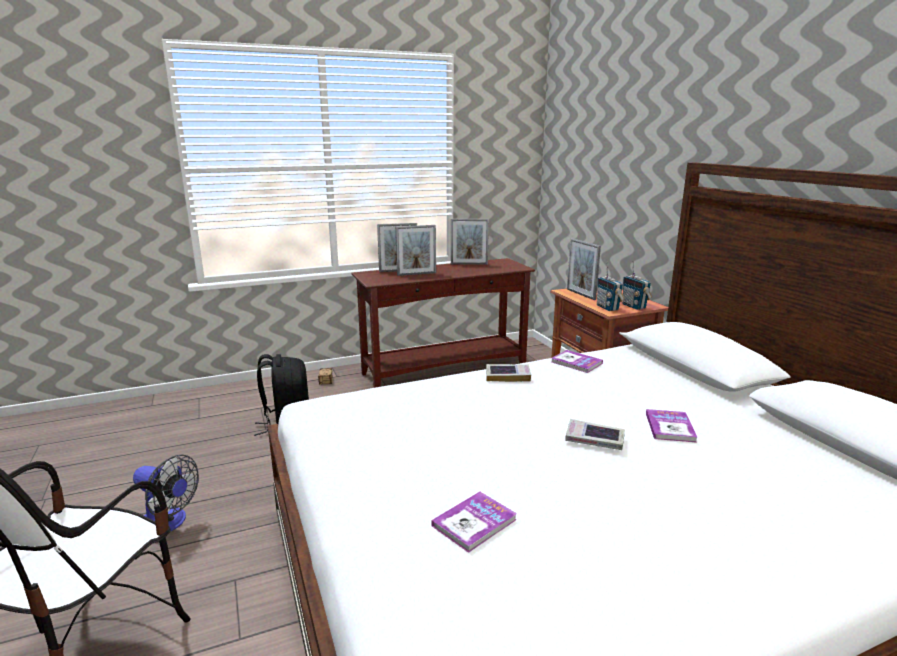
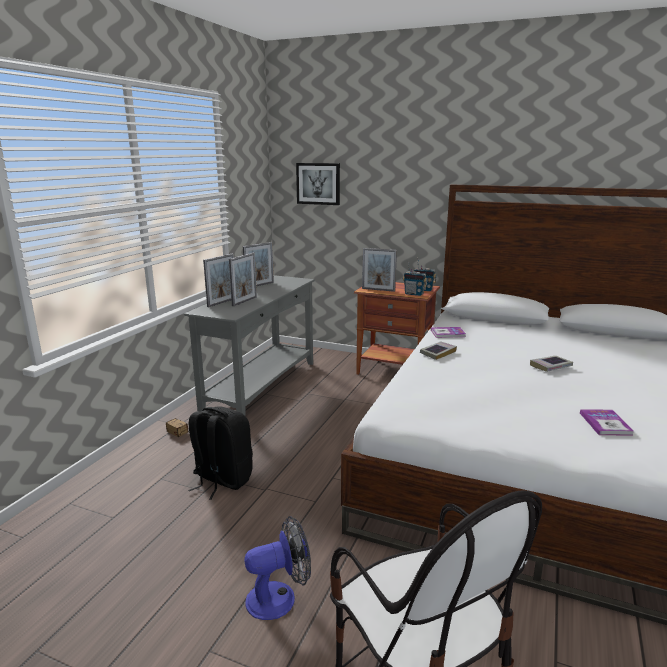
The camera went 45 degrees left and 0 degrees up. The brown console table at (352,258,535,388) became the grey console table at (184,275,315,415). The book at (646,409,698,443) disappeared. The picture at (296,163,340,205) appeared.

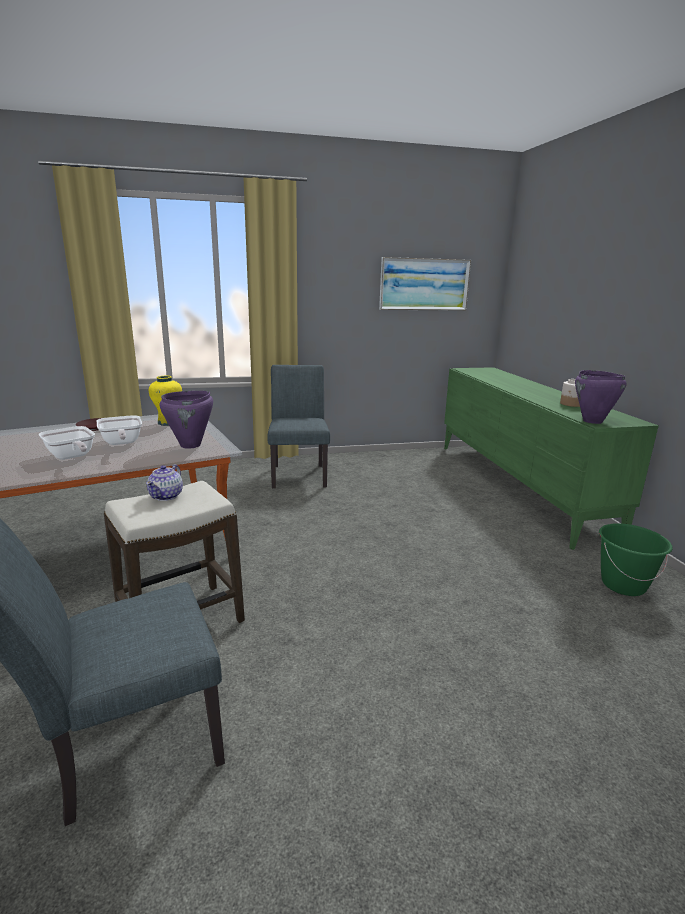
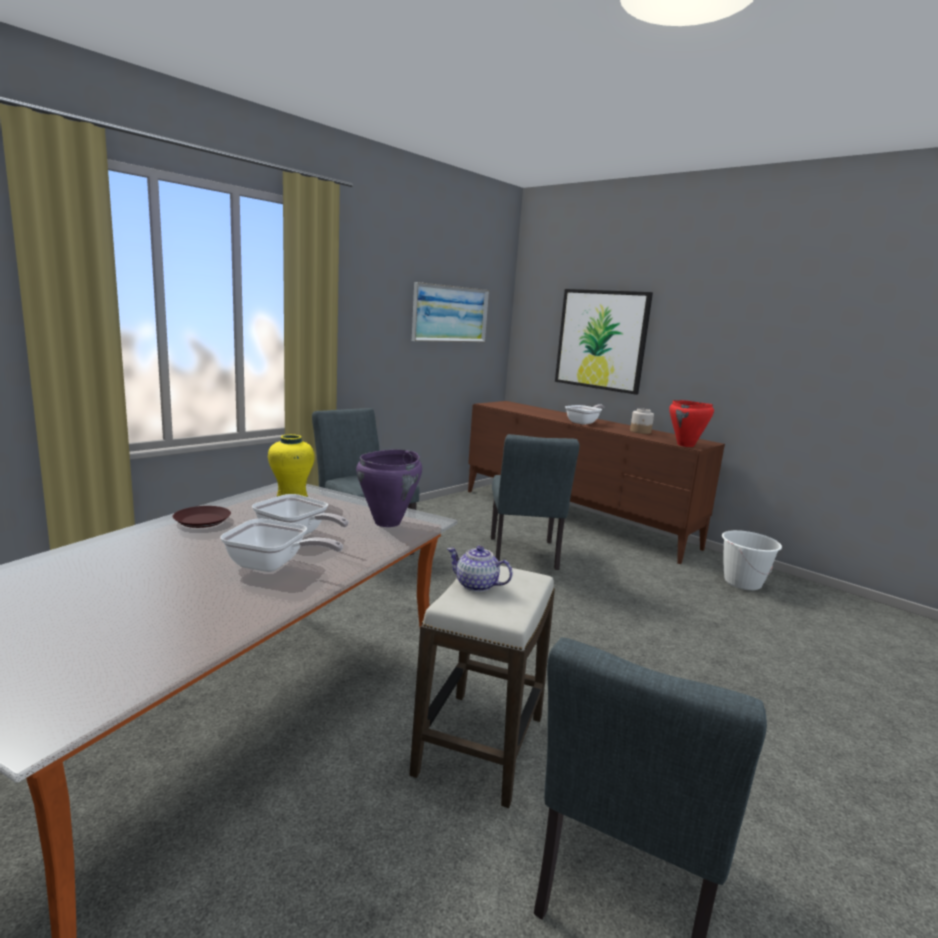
The camera went 35 degrees left and 5 degrees down. The green cabinet at (444,367,659,550) became the brown cabinet at (468,401,725,564). The purple cooking pot at (575,370,627,424) became the red cooking pot at (669,400,714,447). The teapot at (146,464,183,501) turned 135 degrees clockwise. The green bucket at (599,523,673,596) became the white bucket at (722,530,782,591). The picture at (555,289,653,395) appeared. The frying pan at (565,404,605,425) appeared. The grey chair at (491,434,580,570) appeared.

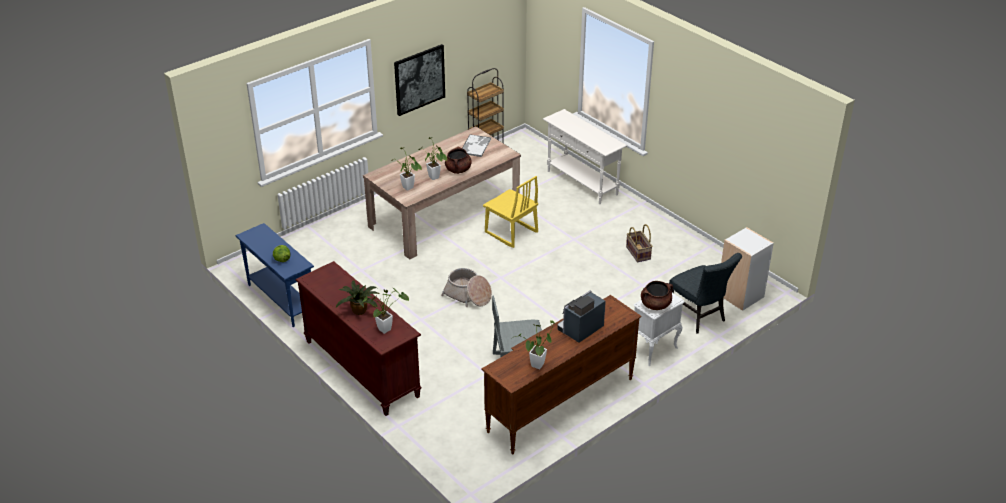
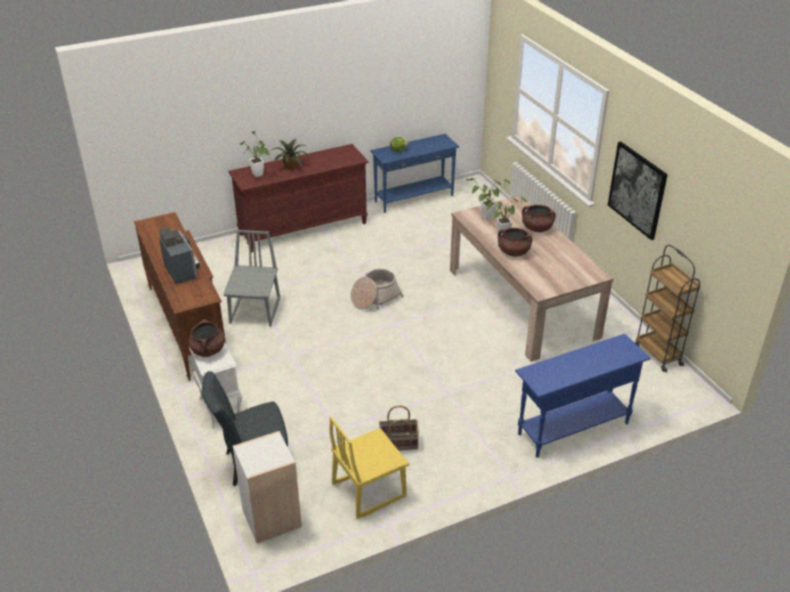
The camera went 105 degrees right and 0 degrees up. The white console table at (543,109,627,204) became the blue console table at (515,334,651,458). The tray at (462,135,491,157) disappeared. The yellow chair moved from (483,176,538,248) to (329,416,410,519). The potted plant at (511,320,555,369) disappeared. The brown cooking pot at (522,205,556,232) appeared.

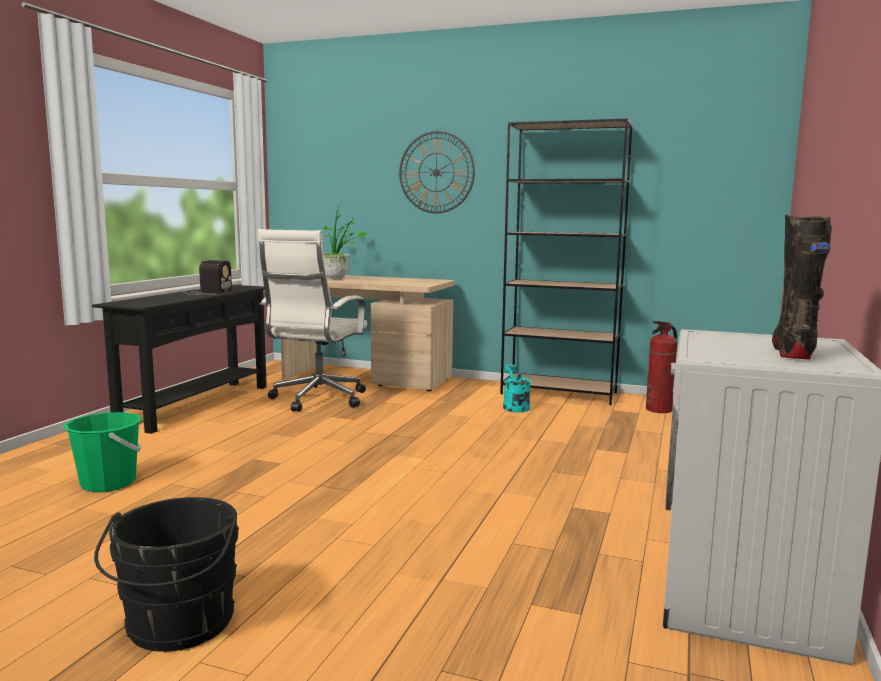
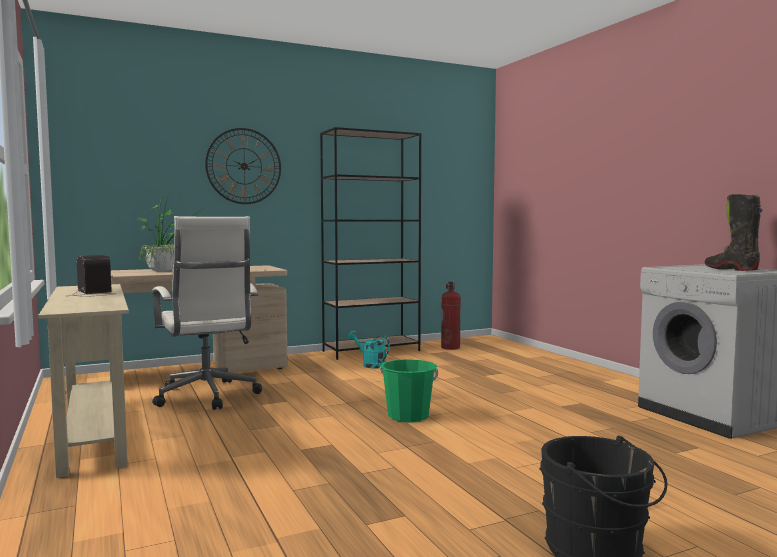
The camera went 45 degrees left and 5 degrees down. The black console table at (92,285,267,434) became the beige console table at (38,284,129,478). The green bucket moved from (63,412,142,492) to (380,359,438,423).

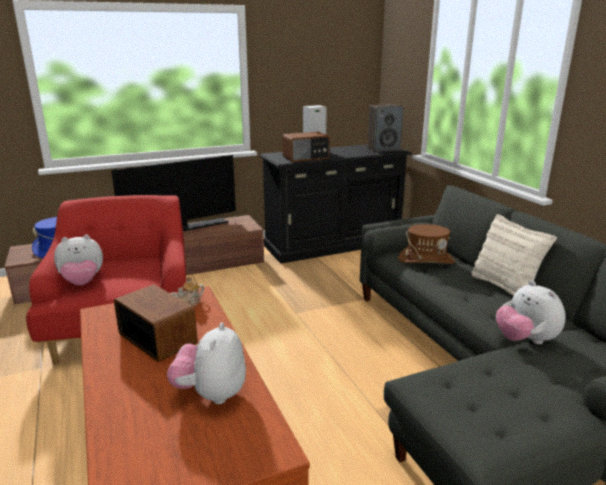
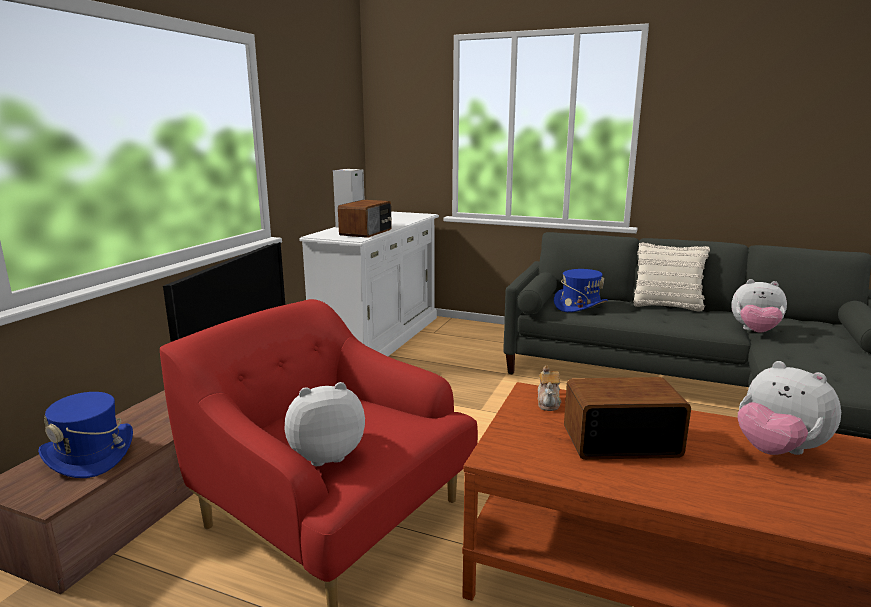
The camera went 45 degrees left and 5 degrees down. The speaker at (368,104,403,152) disappeared. The black cabinet at (260,144,412,264) became the white cabinet at (299,212,439,356). The brown hat at (398,224,455,264) became the blue hat at (554,269,608,312). The plush toy at (54,235,103,285) turned 135 degrees counterclockwise.

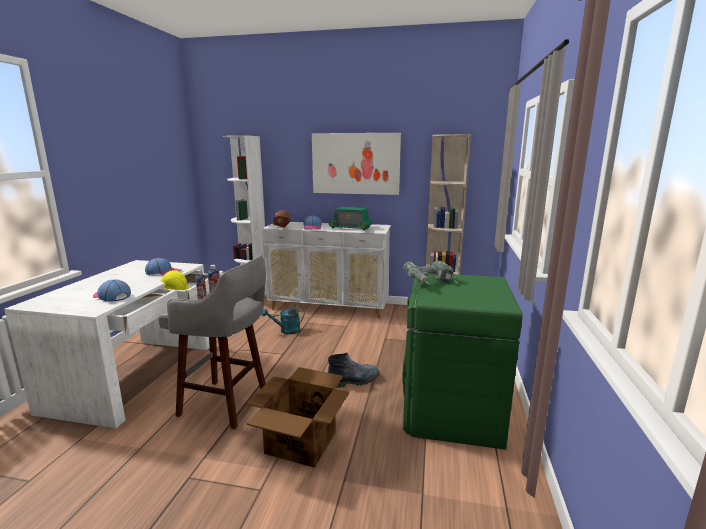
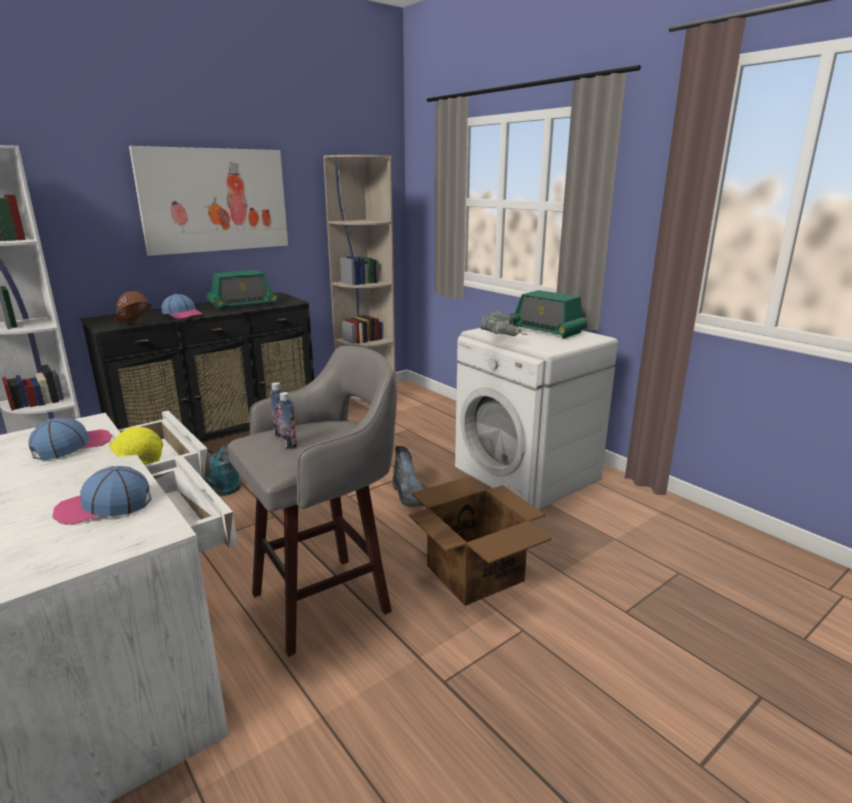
The camera went 50 degrees left and 5 degrees up. The white cabinet at (262,222,391,318) became the black cabinet at (79,292,314,443). The green washing machine at (402,274,523,450) became the white washing machine at (455,327,618,510). The boot at (328,353,380,388) turned 135 degrees clockwise. The radio at (509,290,588,338) appeared.

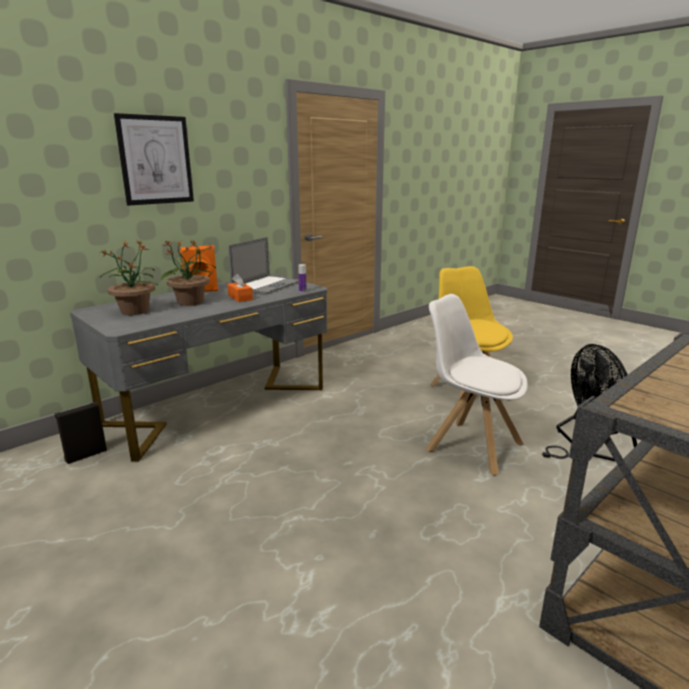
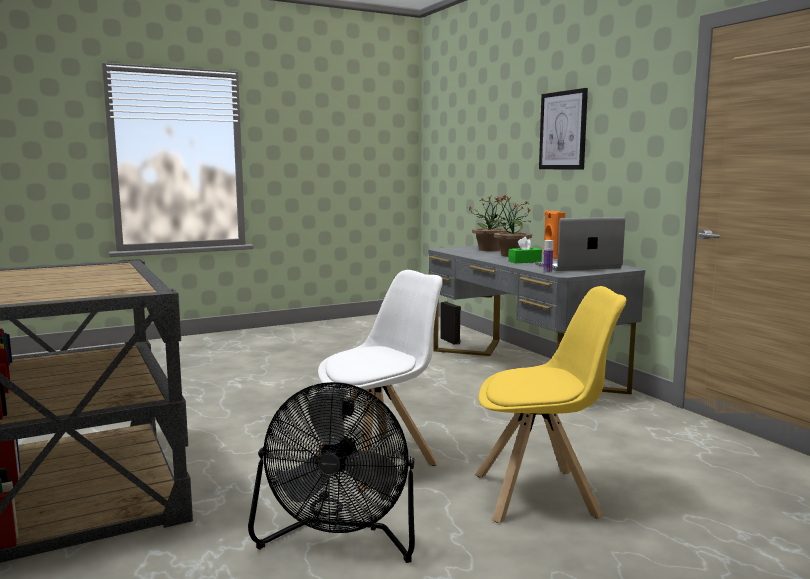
The camera went 105 degrees right and 10 degrees down. The laptop at (228,237,299,295) turned 120 degrees clockwise. The orange tissue box at (227,274,253,302) became the green tissue box at (508,237,542,263).

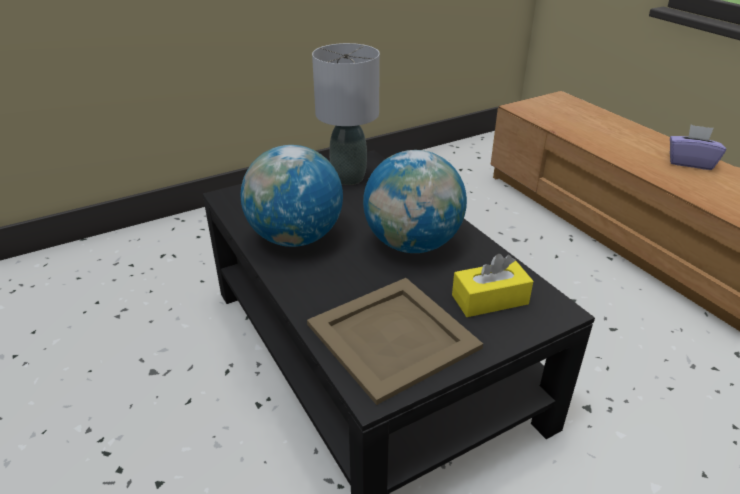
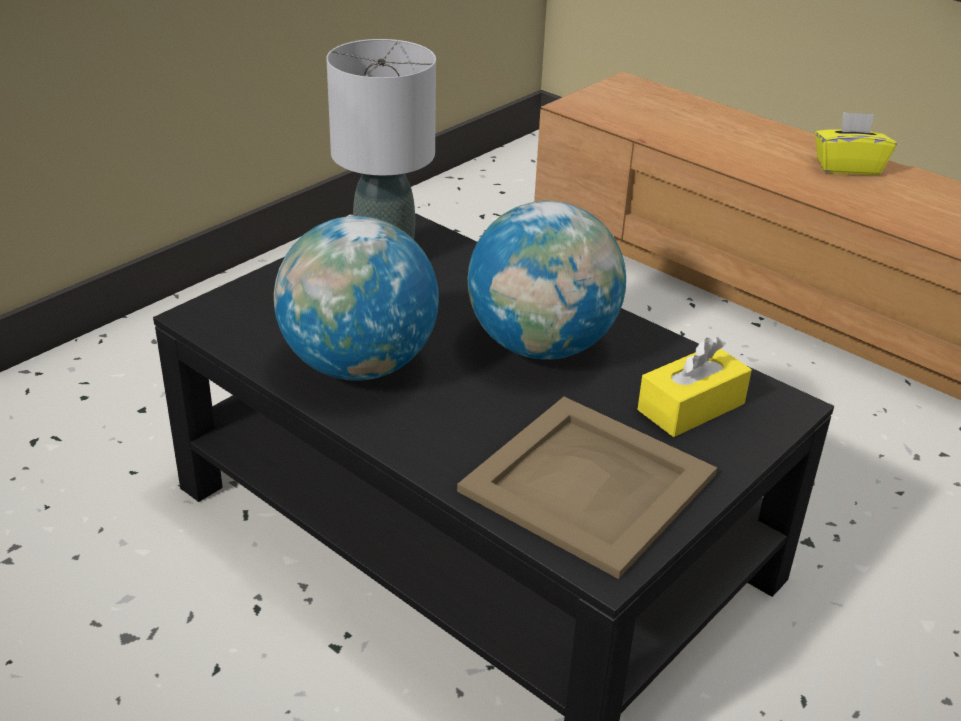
The camera went 20 degrees left and 0 degrees up. The purple tissue box at (670,125,726,170) became the yellow tissue box at (815,112,897,175).

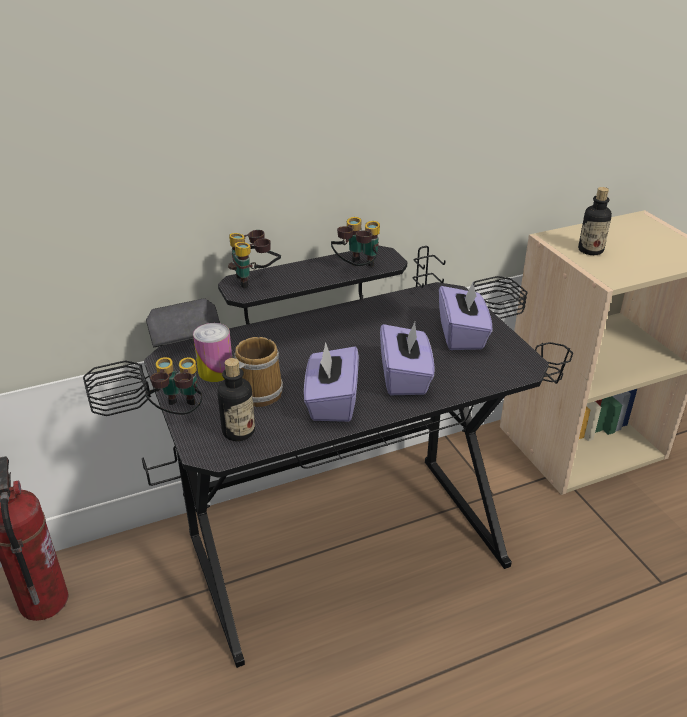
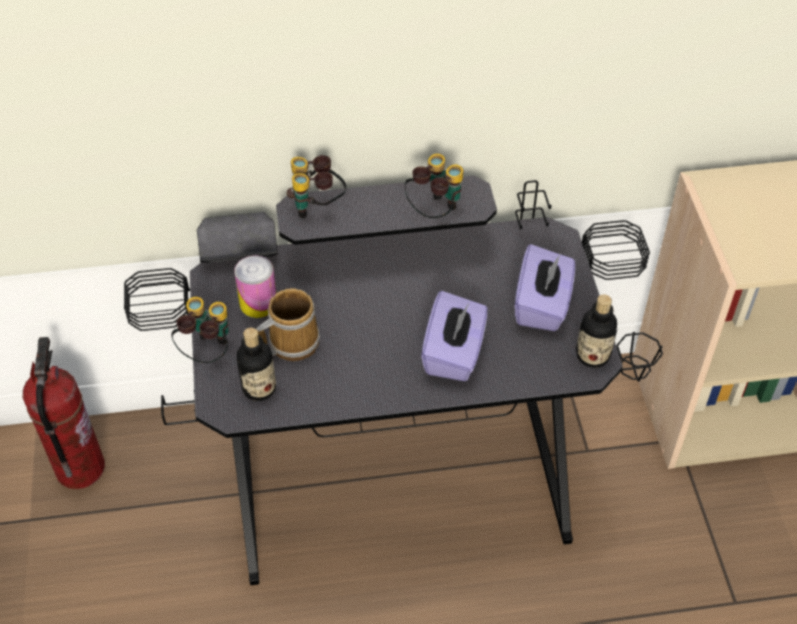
The camera went 15 degrees right and 15 degrees up. The bottle moved from (578,187,612,255) to (576,294,618,368). The purple tissue box at (304,342,359,422) disappeared.

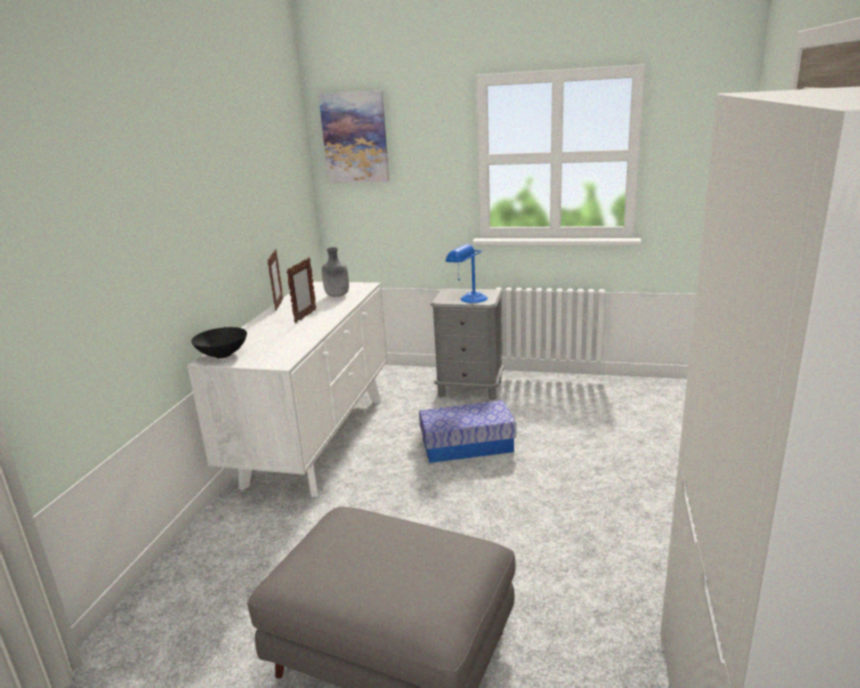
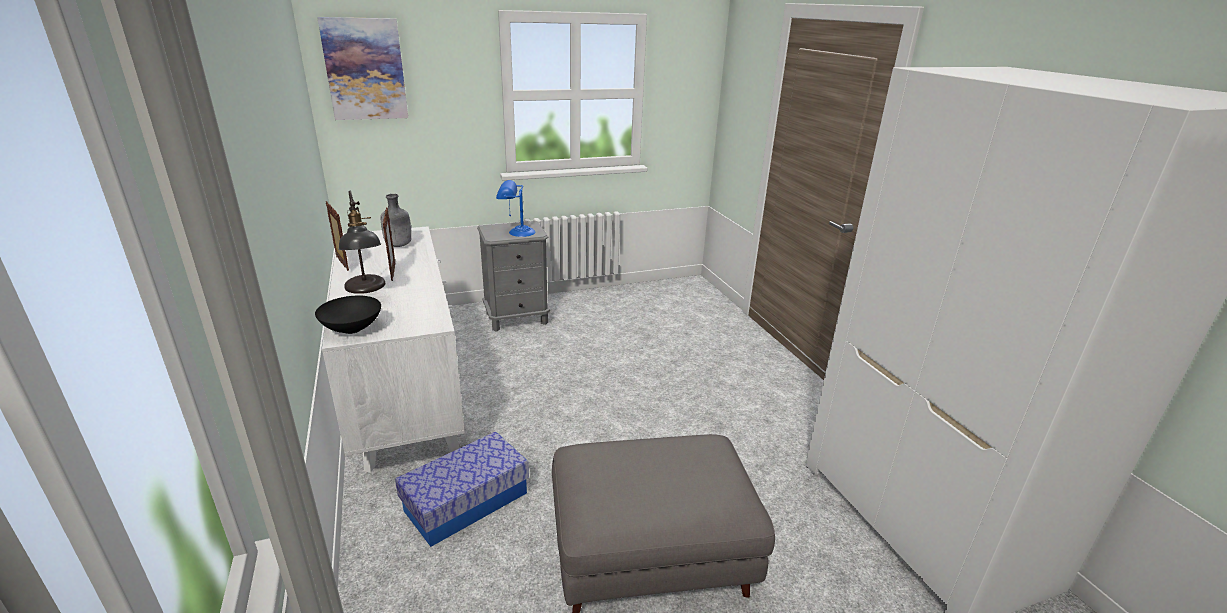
The camera went 35 degrees left and 5 degrees up. The storage box moved from (419,400,516,463) to (395,432,529,547). The grey table lamp at (339,191,385,294) appeared.

